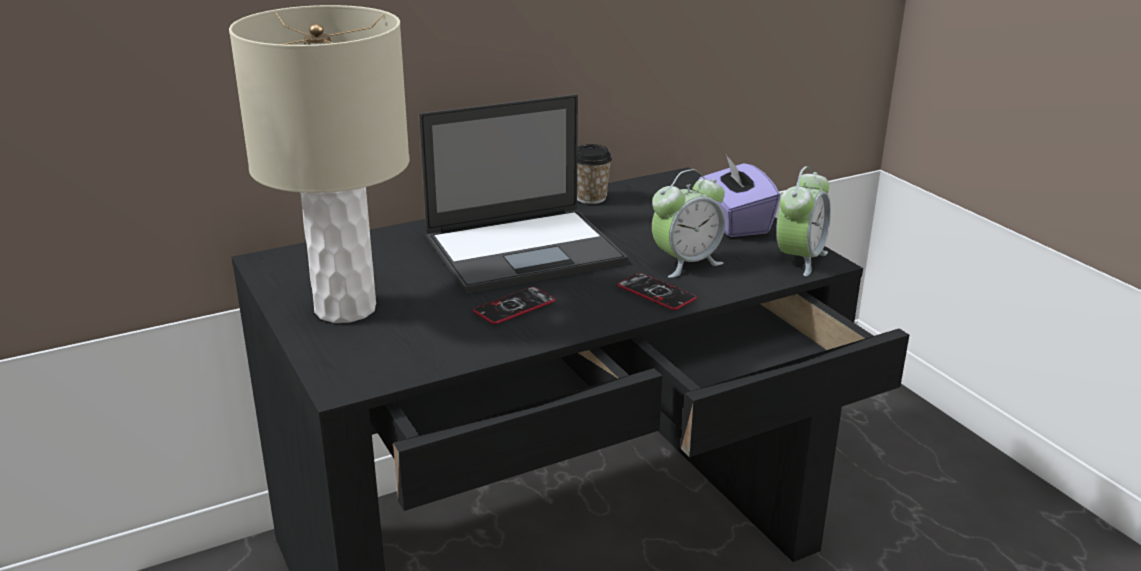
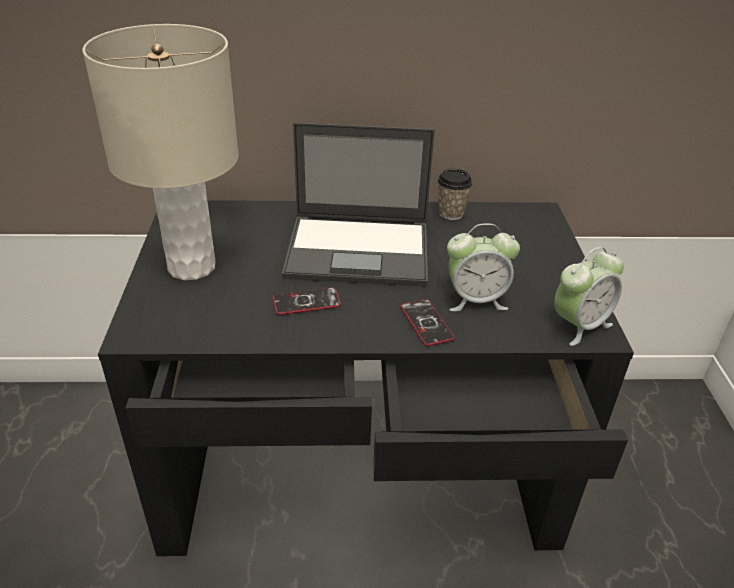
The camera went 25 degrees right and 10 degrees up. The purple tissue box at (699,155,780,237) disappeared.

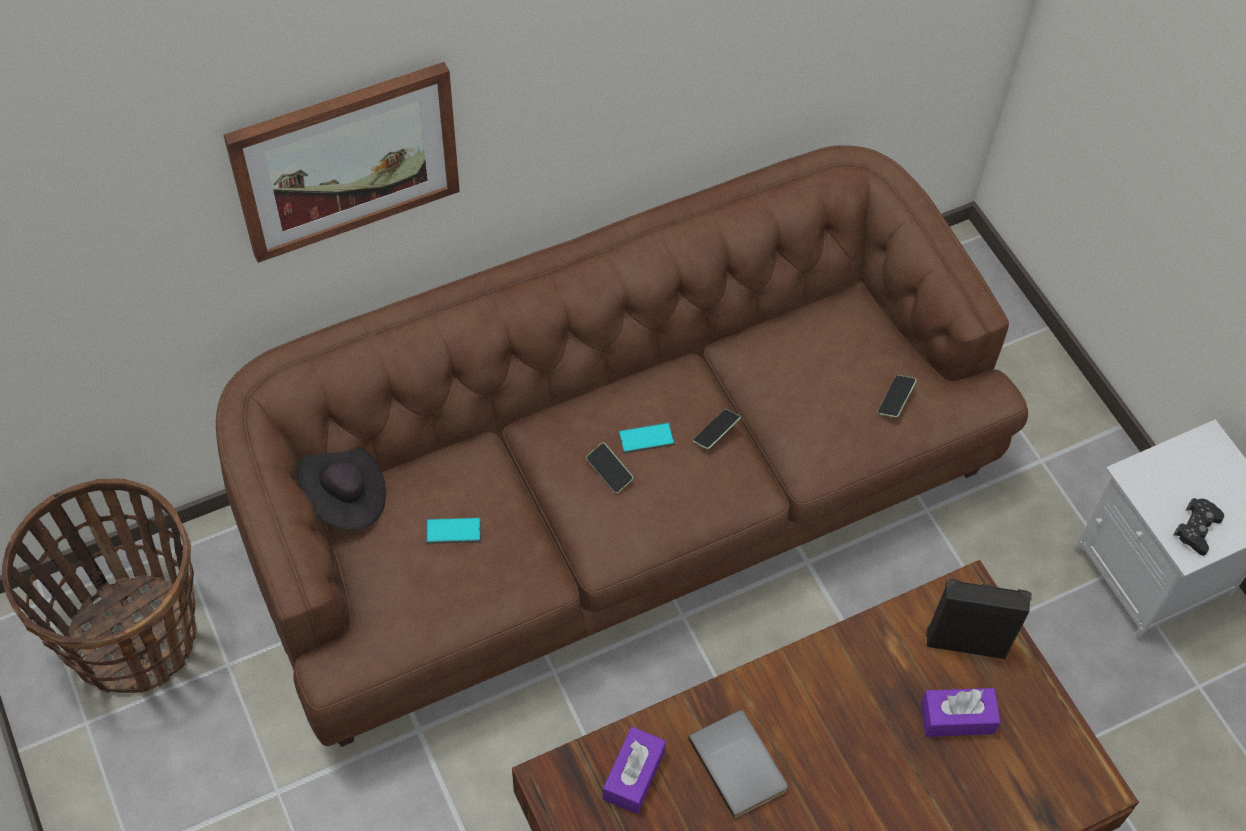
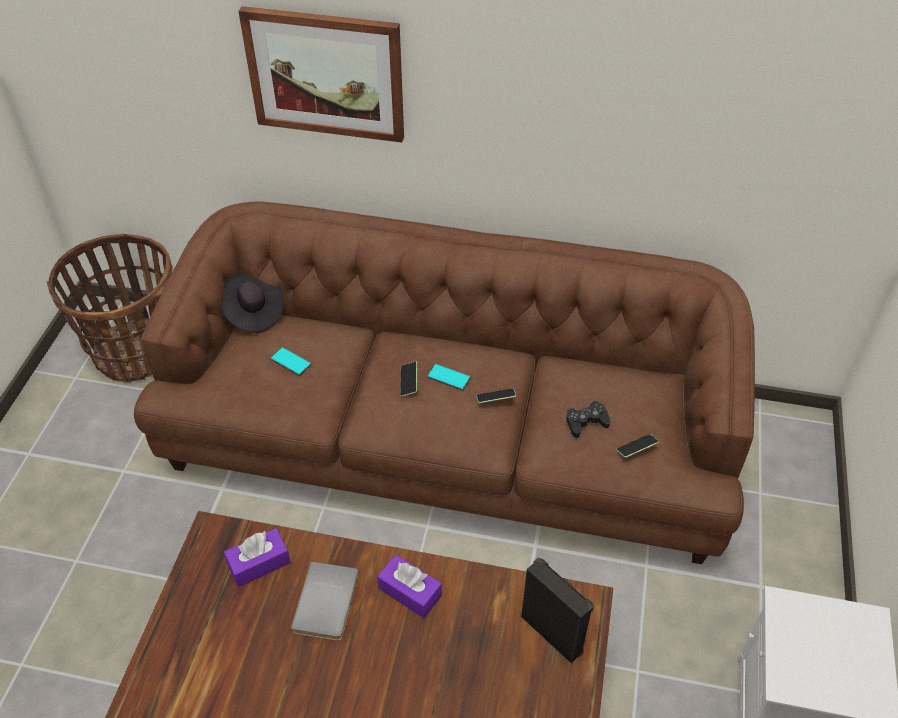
The camera went 40 degrees right and 10 degrees down. The black game controller moved from (1173,498,1224,556) to (566,400,610,438). The purple tissue box moved from (920,688,1001,737) to (377,555,442,618).

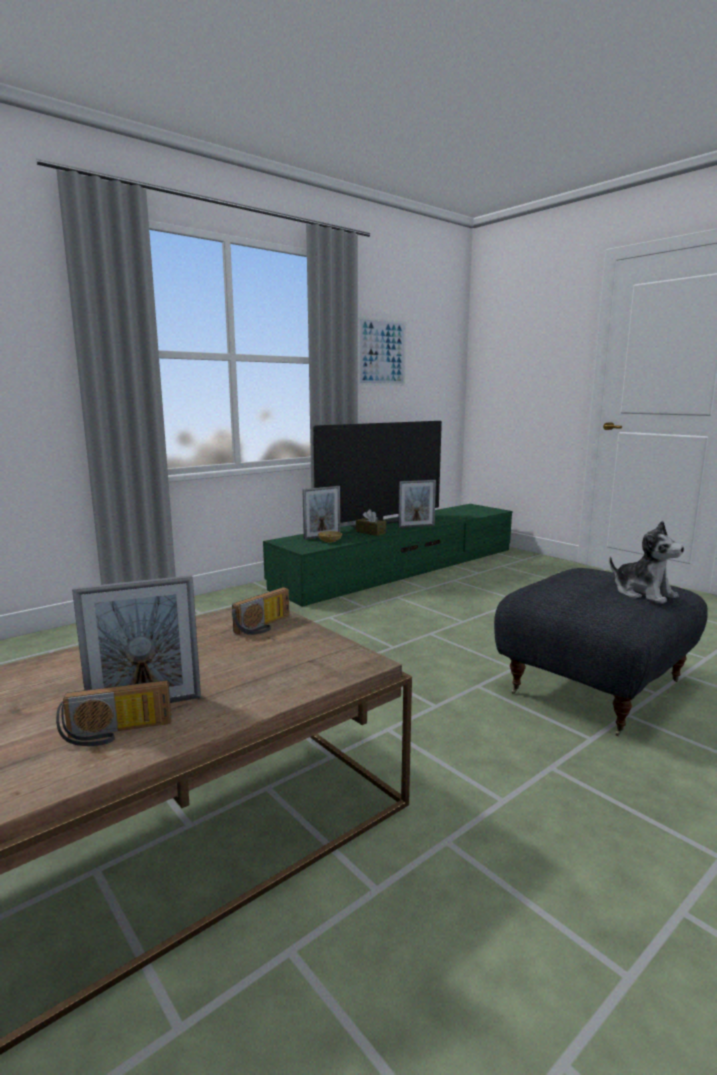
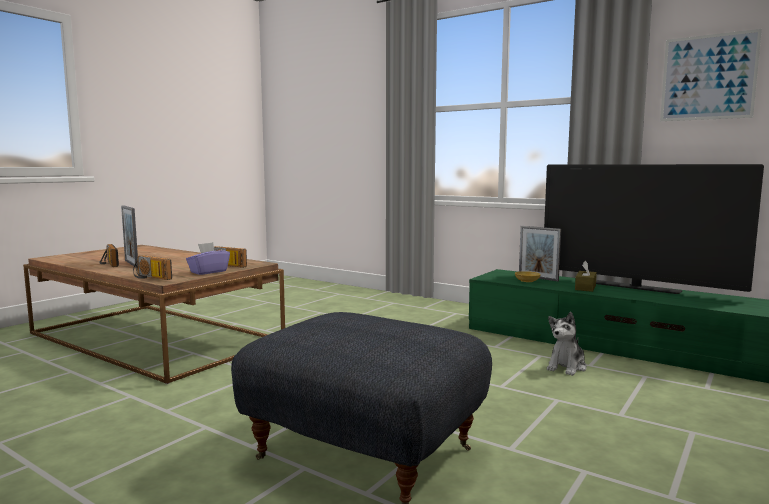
The camera went 75 degrees right and 5 degrees down. The picture frame at (398,480,436,528) disappeared. The plush toy moved from (609,521,684,604) to (547,312,587,376). The purple tissue box at (186,242,230,275) appeared. The radio at (133,255,172,280) appeared.

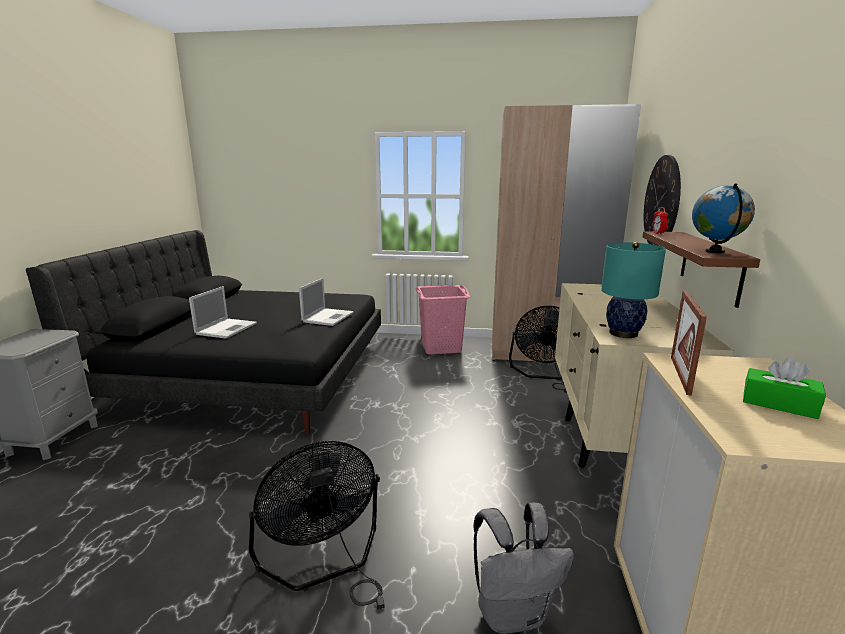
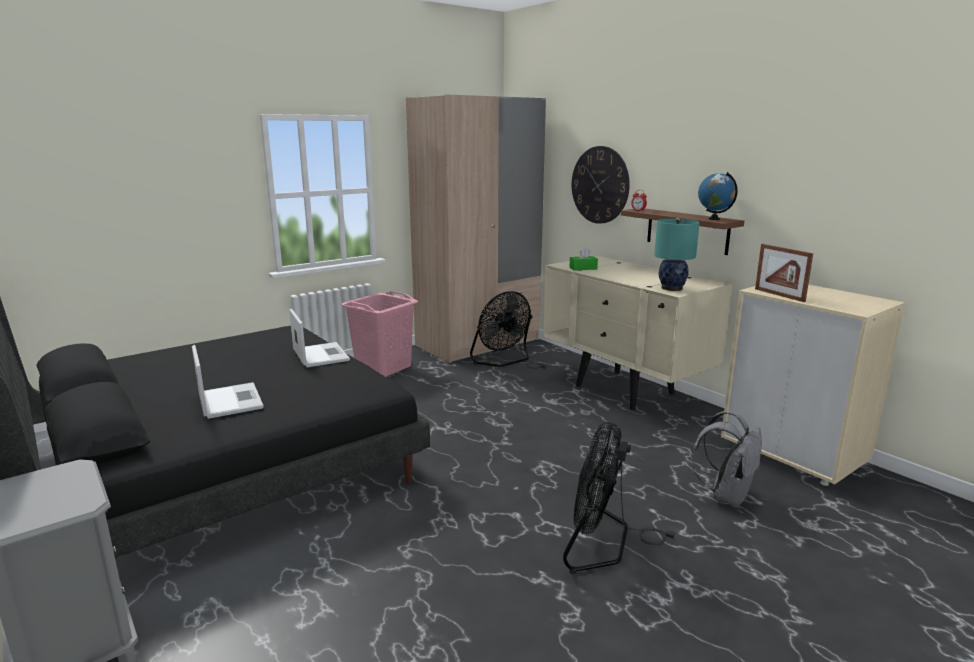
The camera went 45 degrees left and 0 degrees up. The green tissue box moved from (743,357,826,419) to (569,247,598,270).

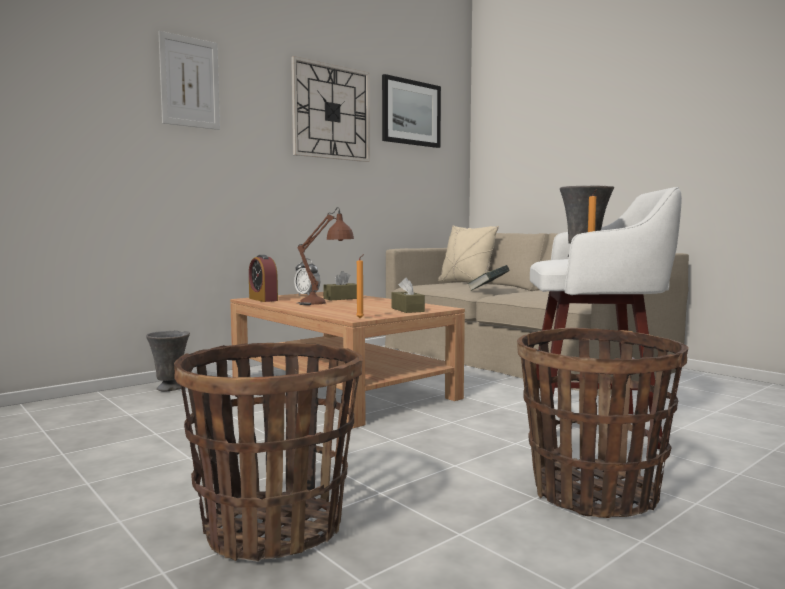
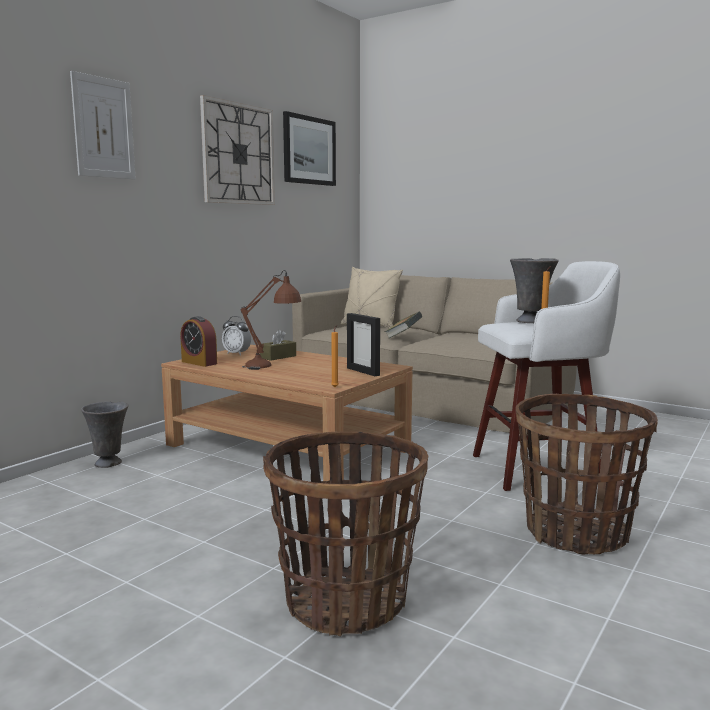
The camera went 15 degrees left and 5 degrees up. The brown tissue box at (392,278,425,313) was replaced by the picture frame at (347,313,380,376).

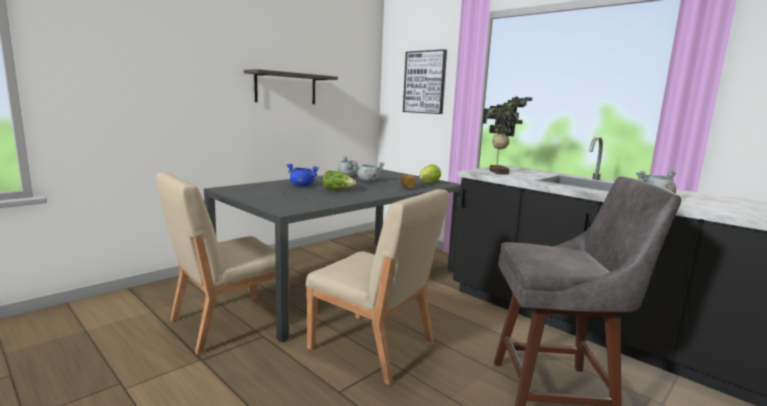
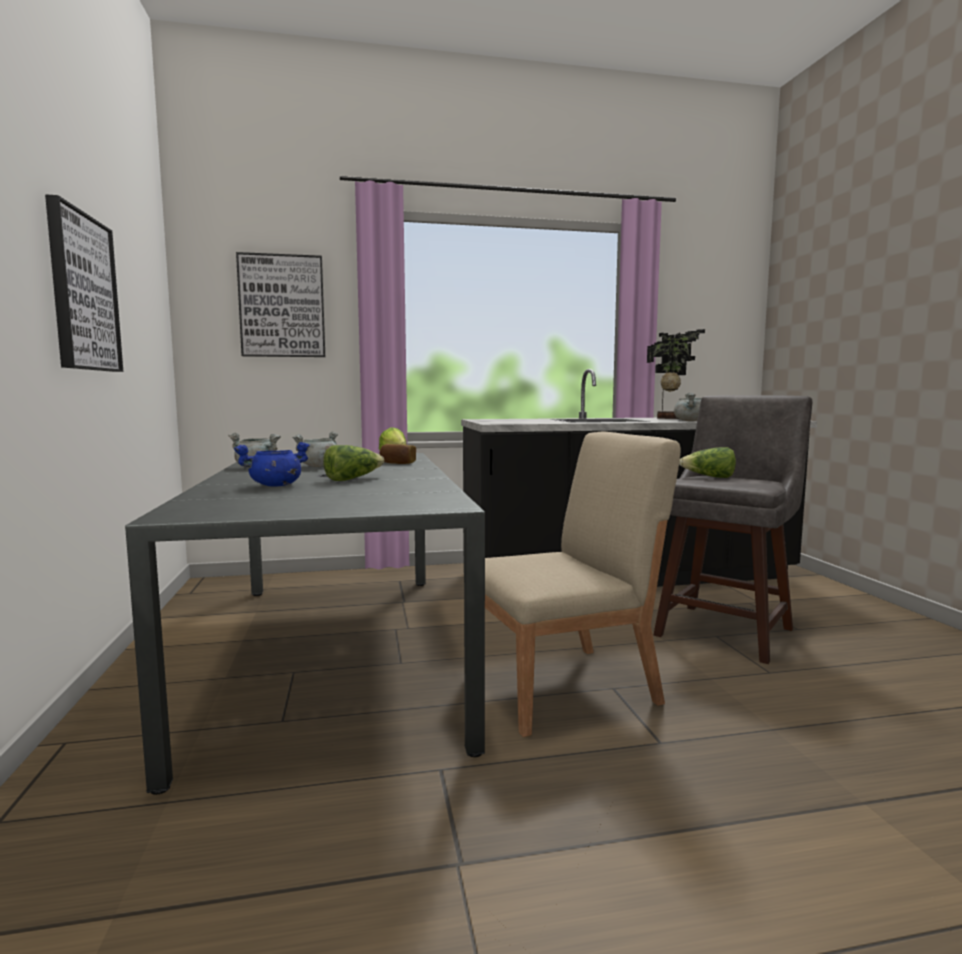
The camera went 55 degrees left and 5 degrees down. The shelf at (244,69,338,104) was replaced by the picture at (45,194,123,372). The potted plant moved from (483,97,532,175) to (647,329,705,419). The beige chair at (156,172,290,355) disappeared. The lettuce at (679,447,736,478) appeared.

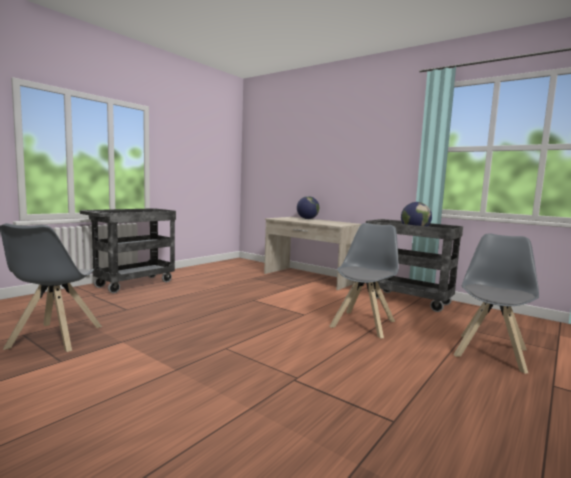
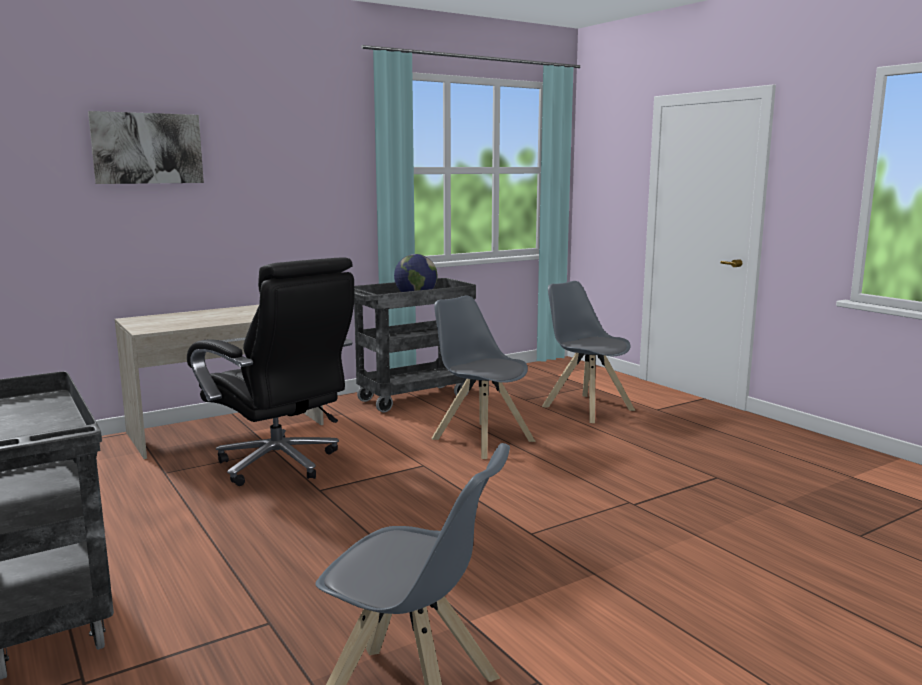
The camera went 70 degrees left and 5 degrees up. The globe at (297,196,319,219) disappeared. The picture at (88,111,204,184) appeared. The black office chair at (187,257,355,486) appeared.

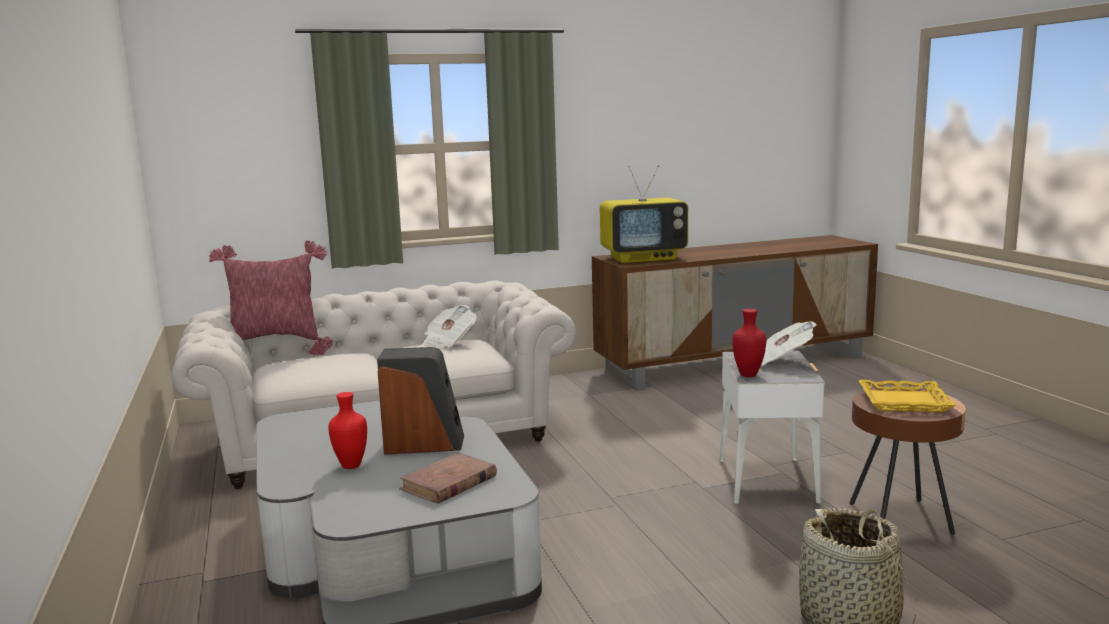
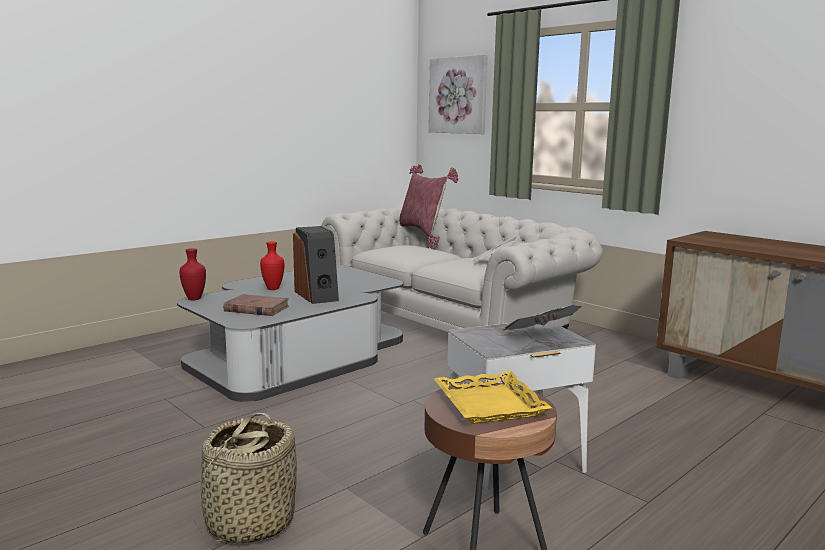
The camera went 65 degrees right and 0 degrees up. The television at (600,165,688,263) disappeared. The red vase moved from (732,309,766,377) to (179,248,206,300). The picture at (428,55,487,134) appeared.

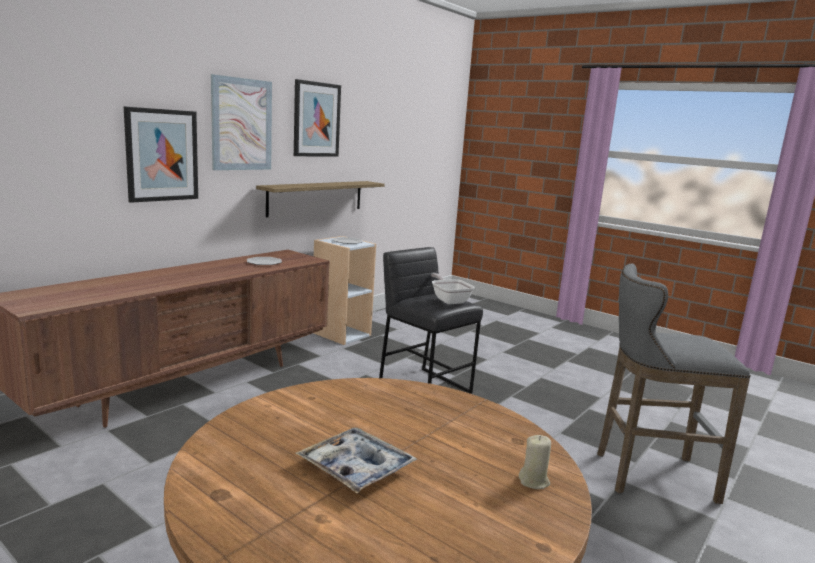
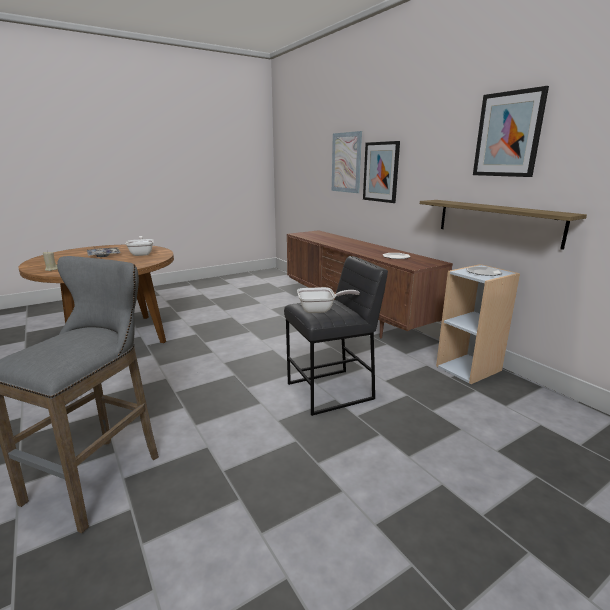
The camera went 110 degrees right and 5 degrees up. The picture moved from (211,74,272,170) to (332,131,362,193). The frying pan at (126,236,153,256) appeared.

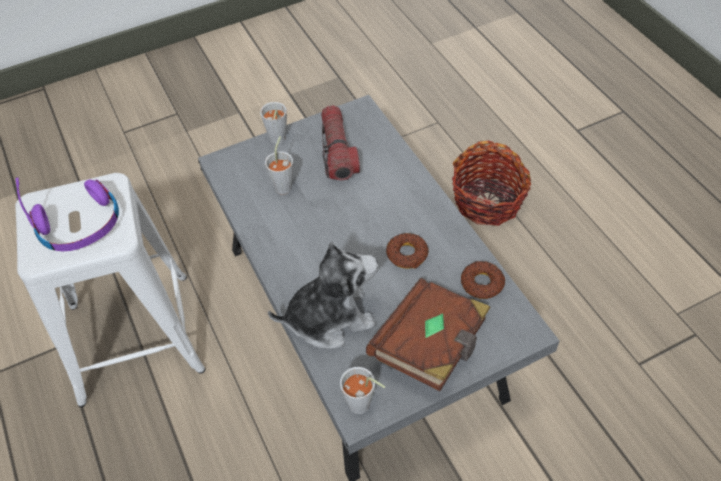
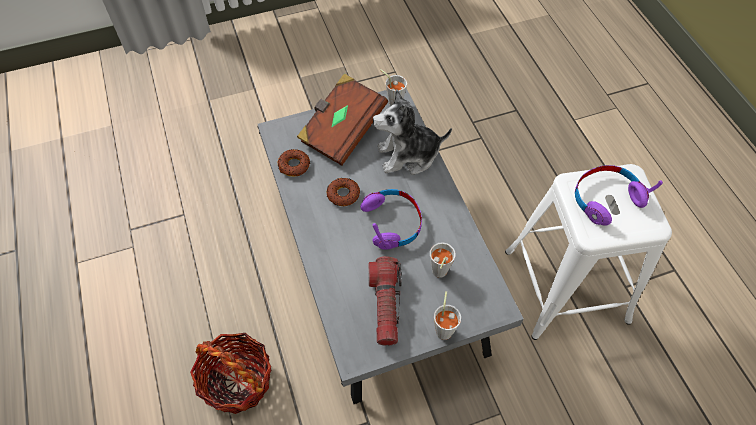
The camera went 175 degrees left and 5 degrees up. The purple headphones at (360,189,422,250) appeared.

